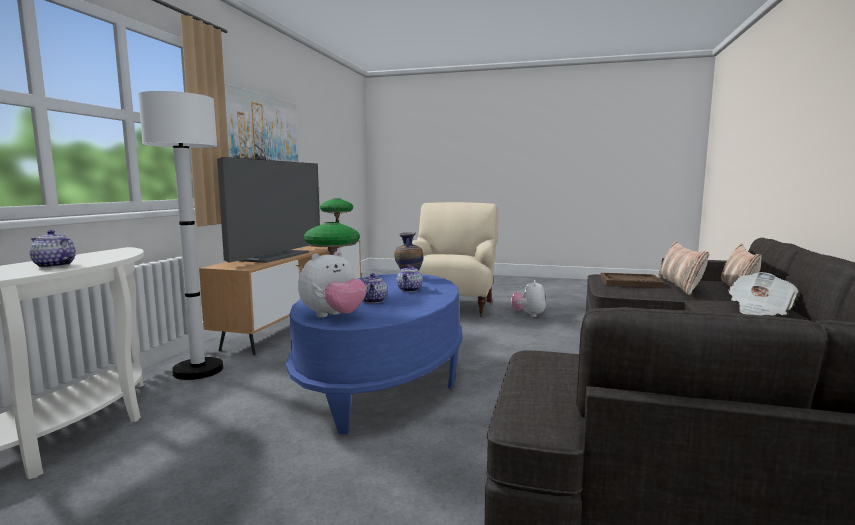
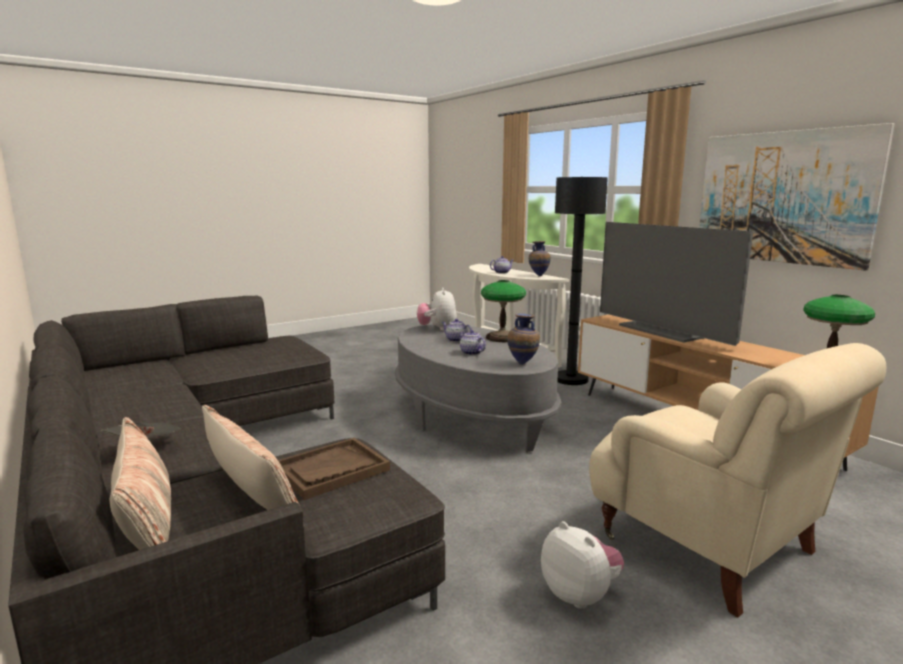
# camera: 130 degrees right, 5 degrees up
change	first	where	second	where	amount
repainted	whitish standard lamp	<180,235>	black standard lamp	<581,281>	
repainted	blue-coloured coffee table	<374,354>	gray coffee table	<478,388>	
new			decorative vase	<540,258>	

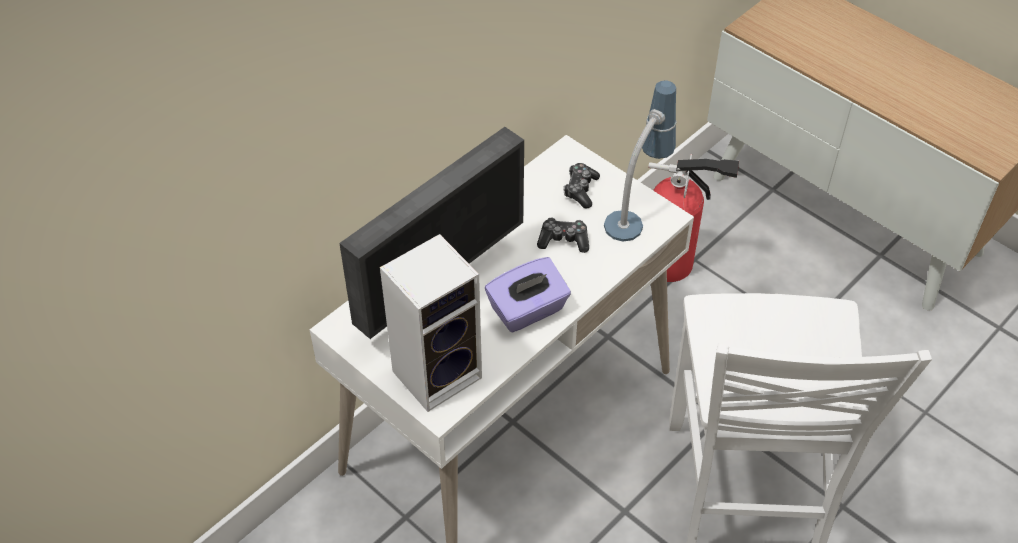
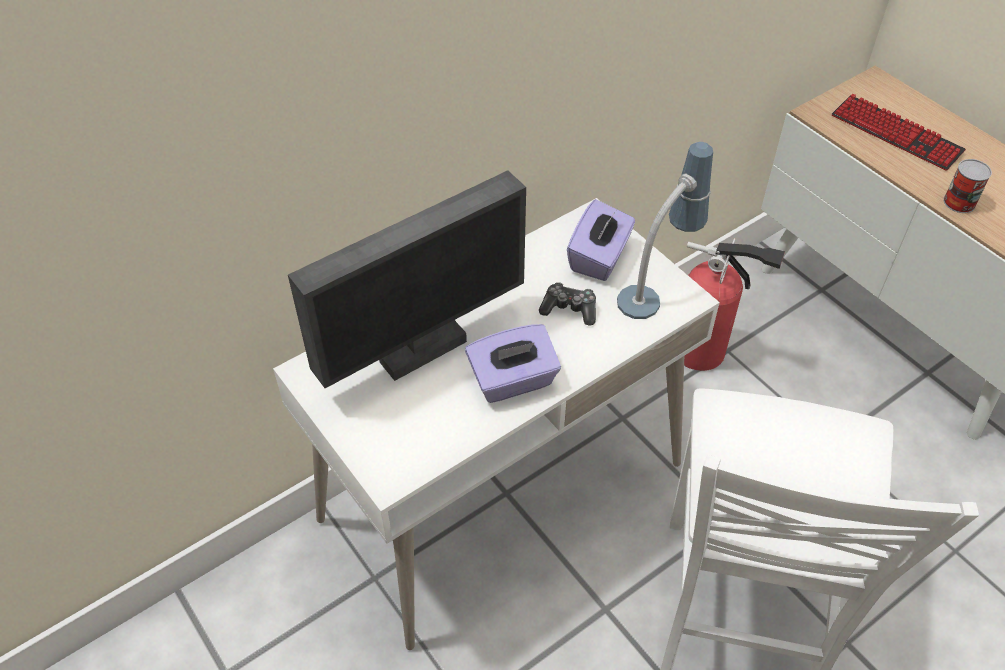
# camera: 10 degrees right, 0 degrees up
change	first	where	second	where	amount
gone	speaker	<431,323>			
swapped	gamepad	<581,185>	purplish tissue holder	<601,240>	
new			computer keyboard	<899,132>	
new			metal can	<967,186>	

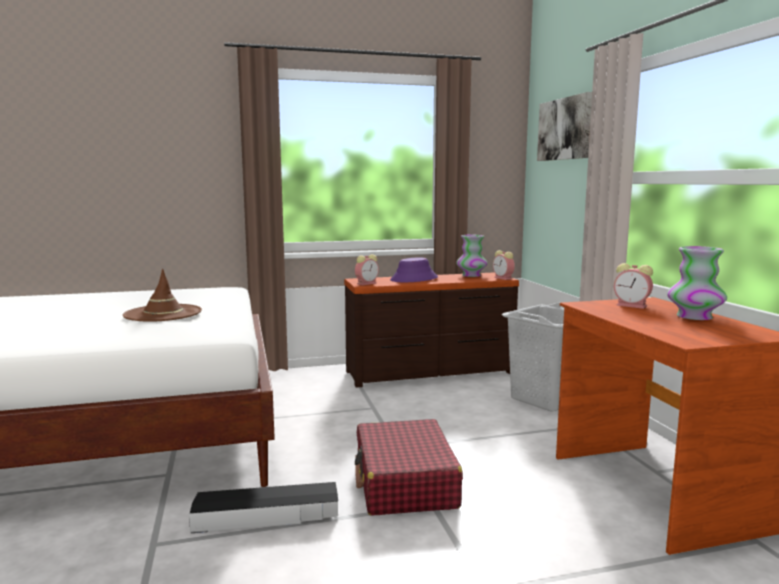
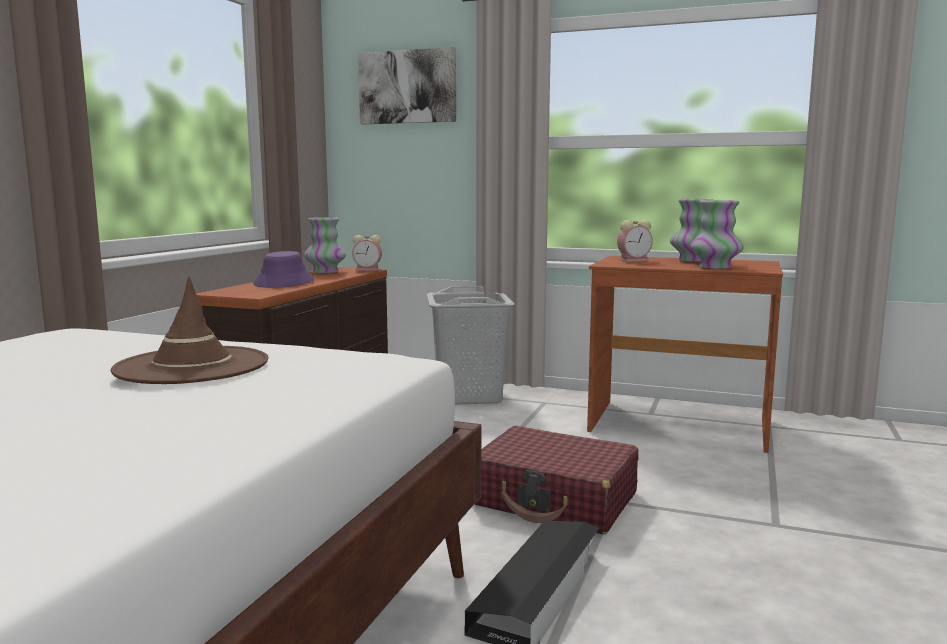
# camera: 55 degrees left, 0 degrees up
change	first	where	second	where	amount
gone	table clock	<367,269>			
new			decorative vase	<717,234>	

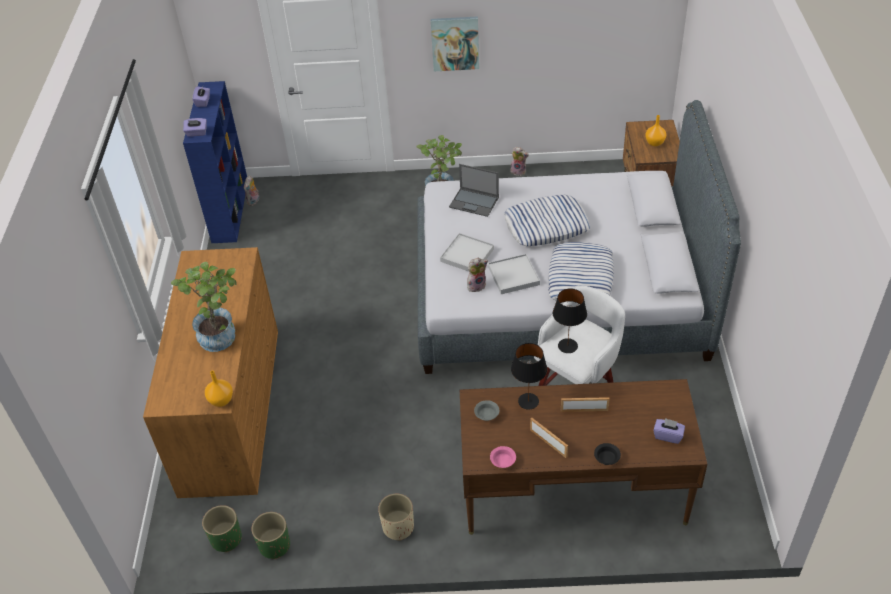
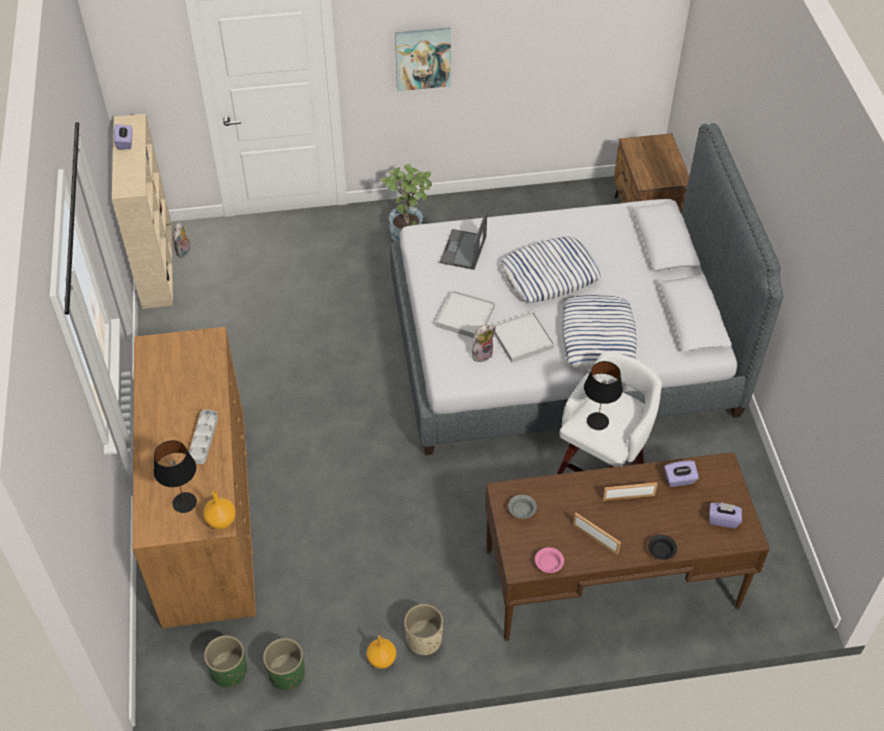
# camera: 10 degrees left, 5 degrees up
change	first	where	second	where	amount
swapped	houseplant	<204,307>	gray serving tray	<203,436>	
repainted	blue-coloured bookcase	<215,162>	sand-coloured bookcase	<142,211>	
shifted	purplish tissue holder	<195,127>		<681,474>	
rotated	portable computer	<474,190>		<463,239>	90 degrees clockwise
gone	cuddly toy	<519,161>			
shifted	black tabletop lamp	<529,376>		<175,476>	
shifted	orange decorative vase	<655,130>		<381,652>	

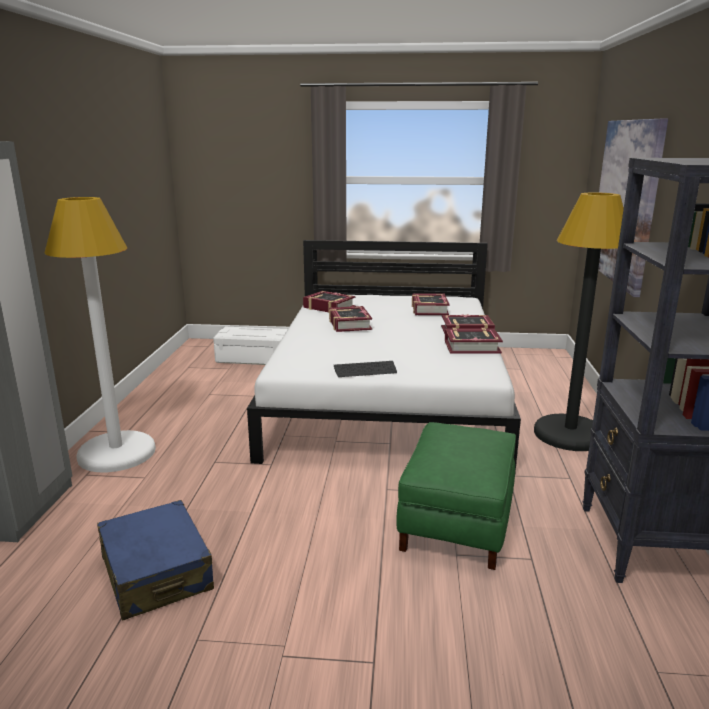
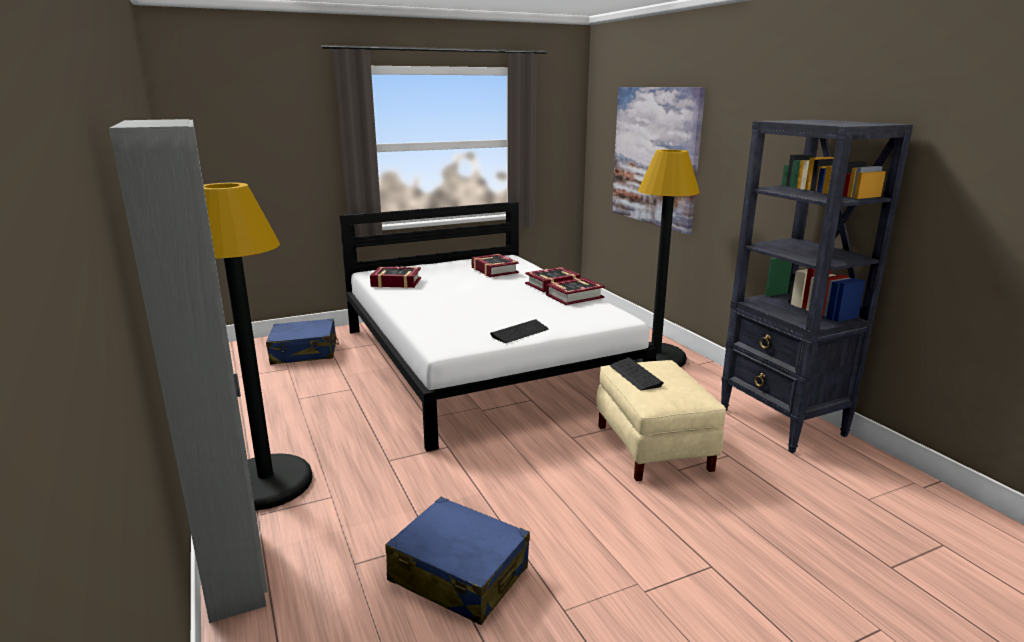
# camera: 30 degrees left, 0 degrees up
change	first	where	second	where	amount
repainted	whitish standard lamp	<100,334>	black standard lamp	<258,346>	
swapped	whitish storage box	<250,346>	blue-coloured travel case	<302,342>	
gone	book	<350,319>			
repainted	greenish ottoman	<456,496>	sand-coloured ottoman	<661,420>	
new			computer keyboard	<637,374>	

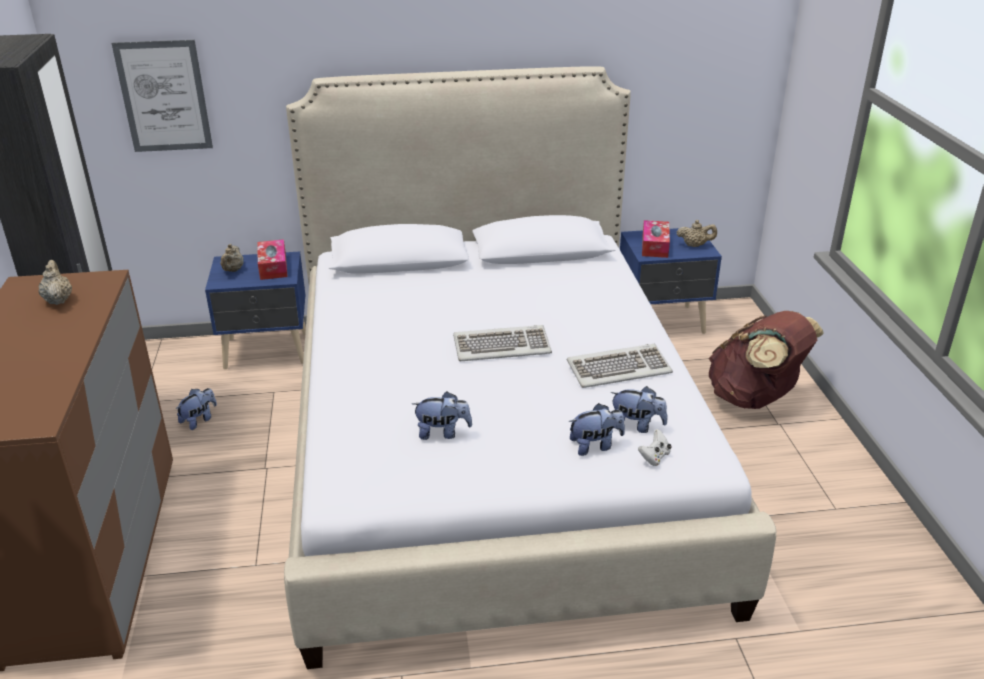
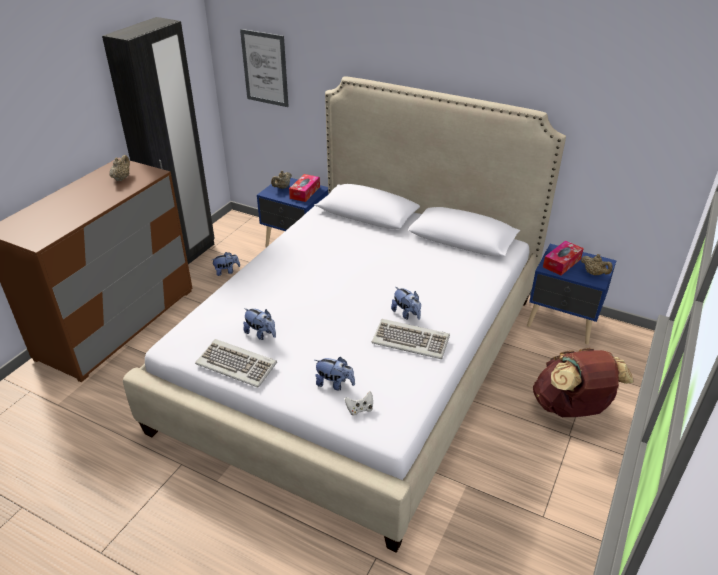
# camera: 35 degrees right, 5 degrees up
change	first	where	second	where	amount
shifted	computer keyboard	<502,343>		<236,363>	
shifted	cuddly toy	<639,409>		<406,303>	

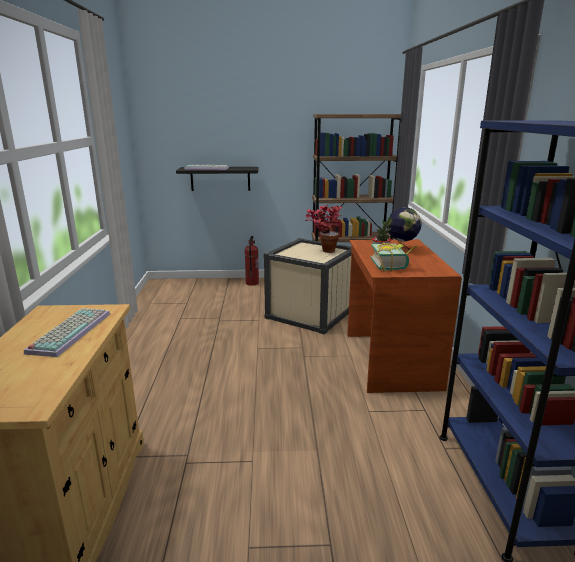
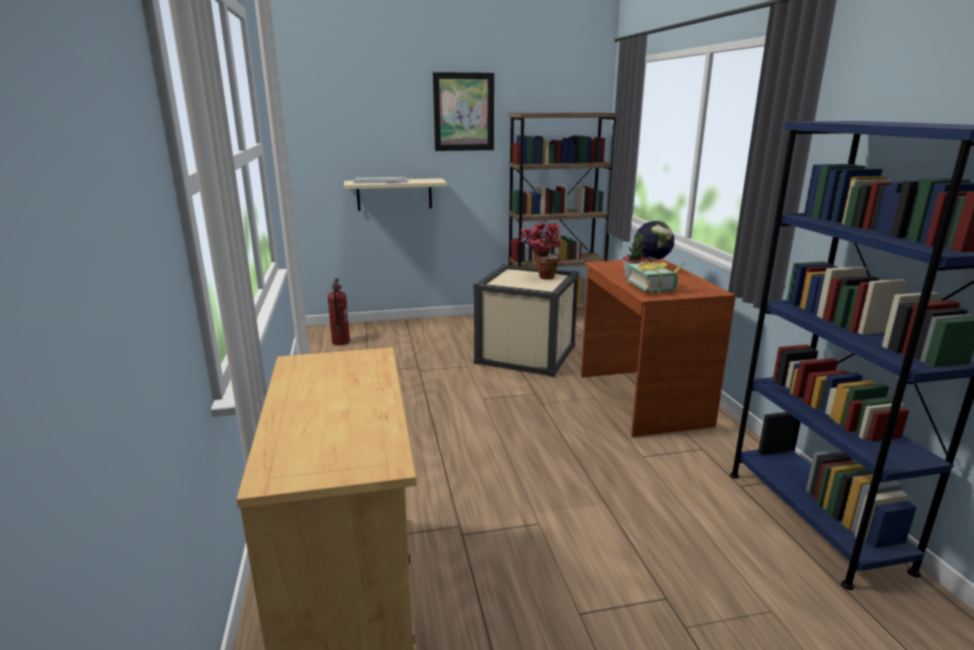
# camera: 10 degrees left, 0 degrees up
change	first	where	second	where	amount
gone	computer keyboard	<67,332>			
repainted	black wall shelf	<217,179>	sand-coloured wall shelf	<395,194>	
shifted	extinguisher	<252,261>		<339,311>	
new			wall art	<463,111>	

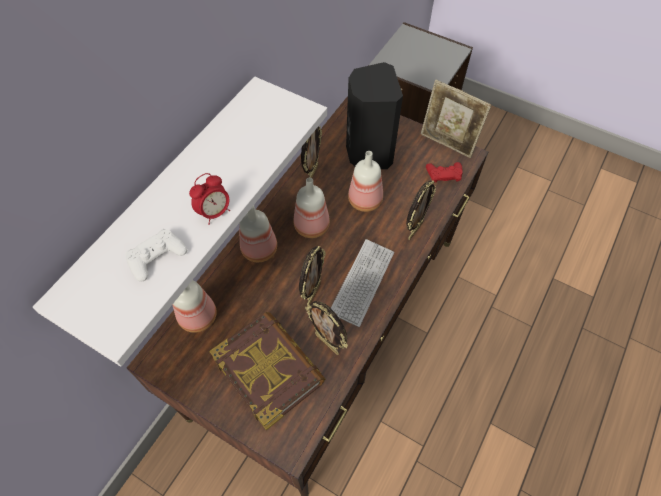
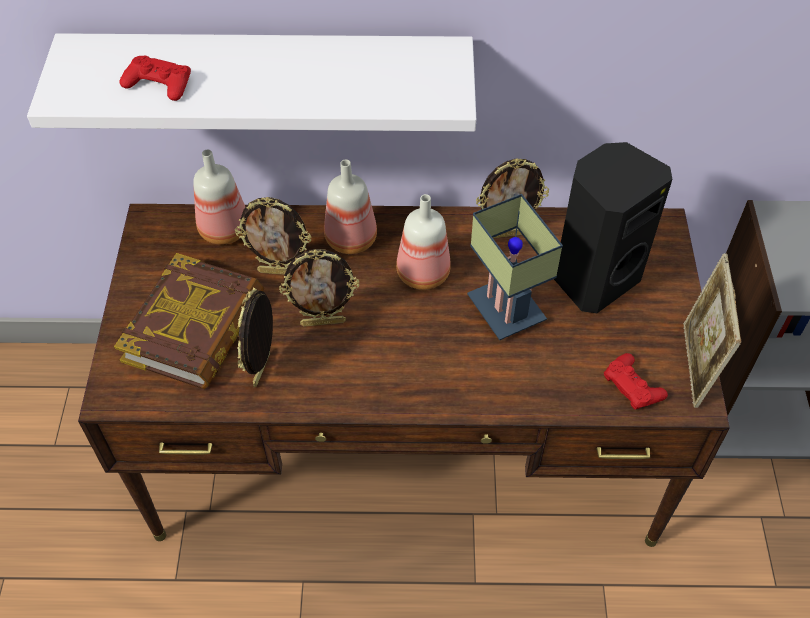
# camera: 60 degrees right, 5 degrees down
change	first	where	second	where	amount
repainted	whitish gamepad	<156,255>	red gamepad	<155,78>	
gone	table clock	<209,199>			
gone	computer keyboard	<362,283>			
swapped	drink bottle	<365,181>	tabletop lamp	<515,267>	
shifted	photo frame	<421,210>		<273,236>	

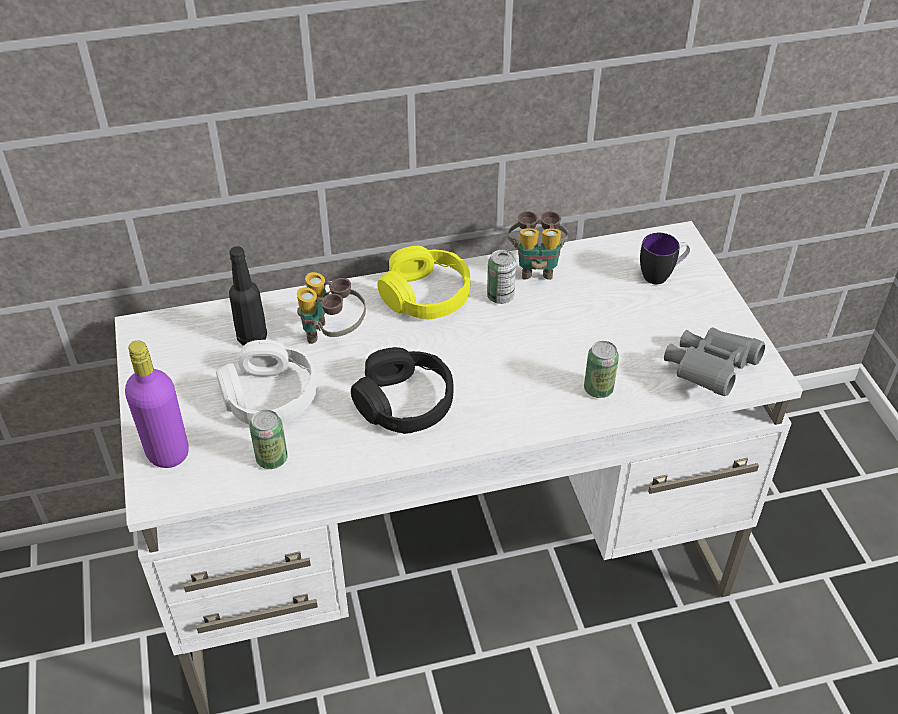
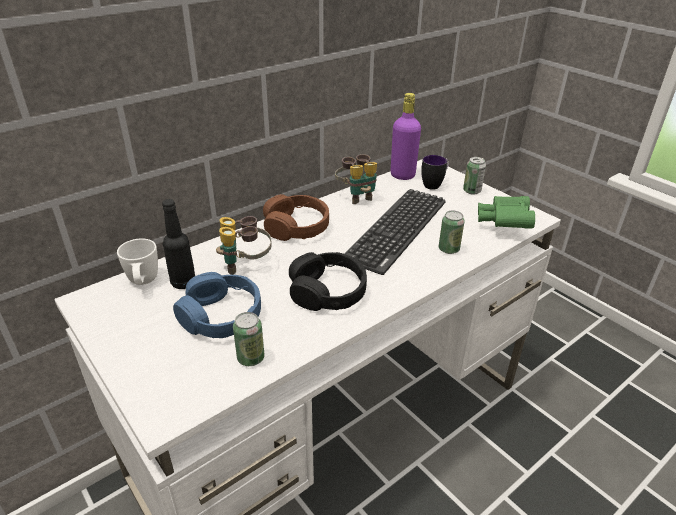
# camera: 25 degrees left, 10 degrees down
change	first	where	second	where	amount
shifted	purplish drink bottle	<157,404>		<406,136>	
repainted	whitish headphones	<266,382>	blue-coloured headphones	<217,305>	
repainted	yellow headphones	<423,282>	brown headphones	<296,217>	
shifted	metal can	<501,277>		<474,176>	
repainted	gray field glasses	<714,362>	greenish field glasses	<506,212>	
new			whitish coffee mug	<137,261>	
new			computer keyboard	<395,232>	

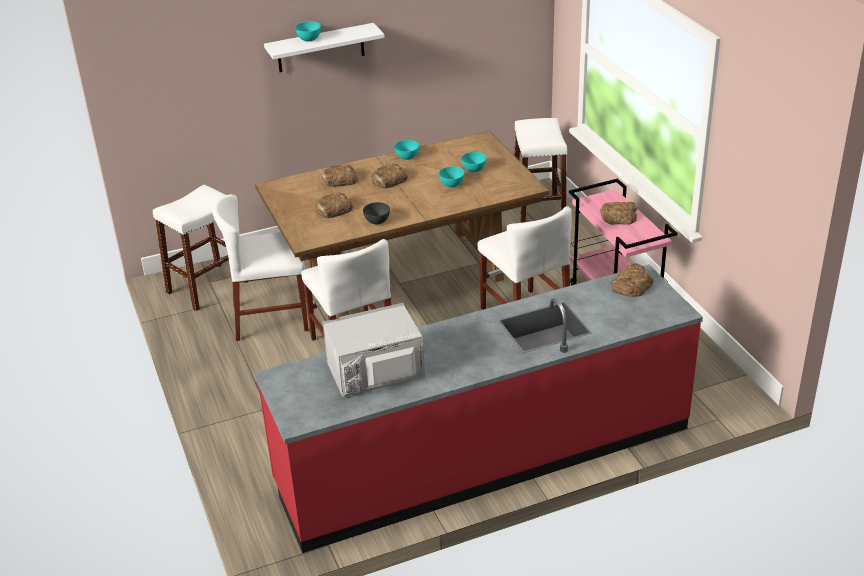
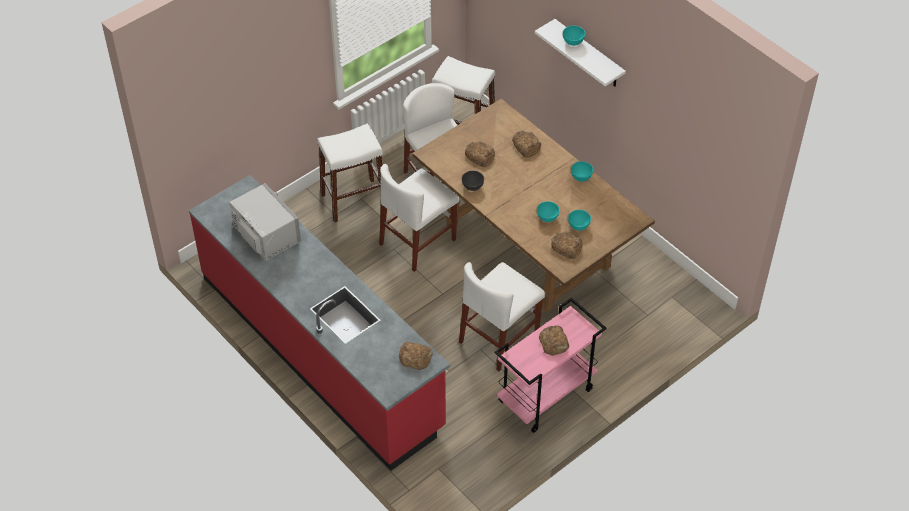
# camera: 70 degrees right, 15 degrees up
change	first	where	second	where	amount
shifted	baked bread	<389,176>		<567,245>	
shifted	whitish stool	<541,170>		<350,173>	

